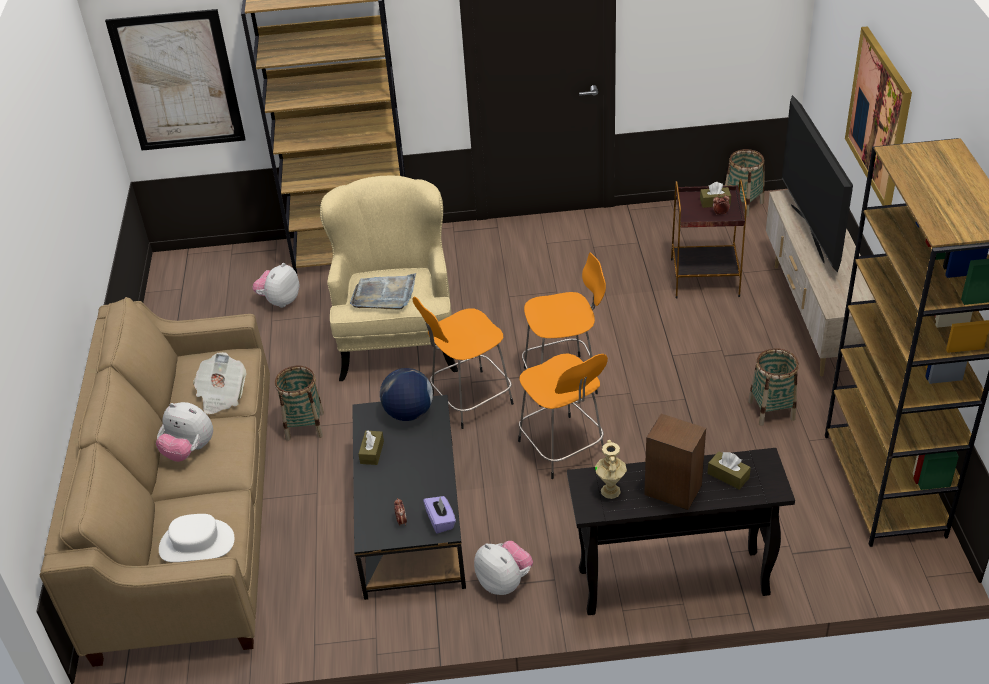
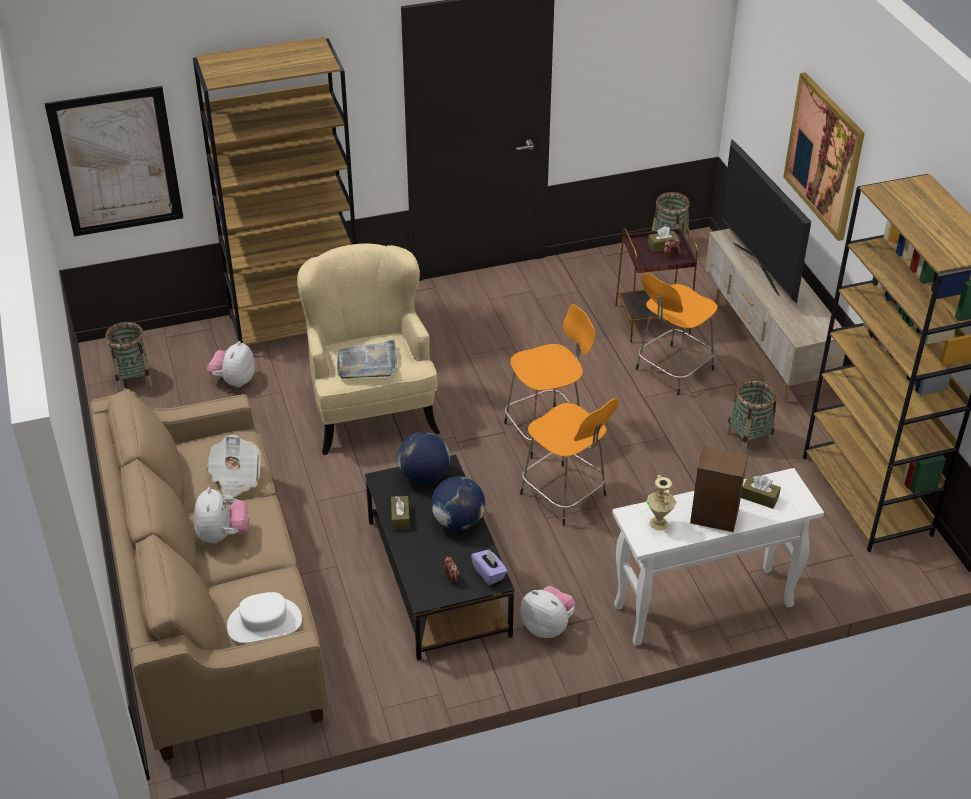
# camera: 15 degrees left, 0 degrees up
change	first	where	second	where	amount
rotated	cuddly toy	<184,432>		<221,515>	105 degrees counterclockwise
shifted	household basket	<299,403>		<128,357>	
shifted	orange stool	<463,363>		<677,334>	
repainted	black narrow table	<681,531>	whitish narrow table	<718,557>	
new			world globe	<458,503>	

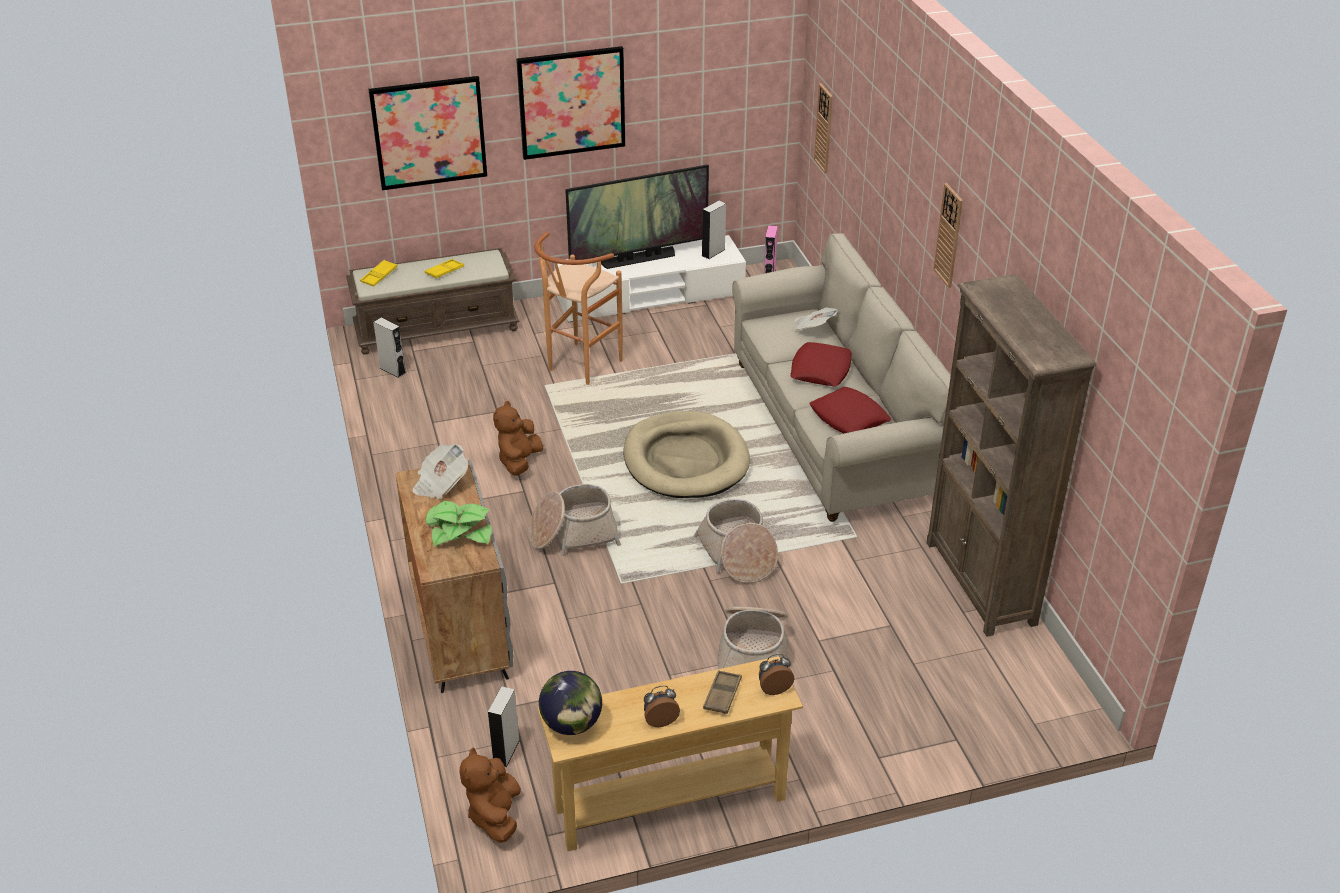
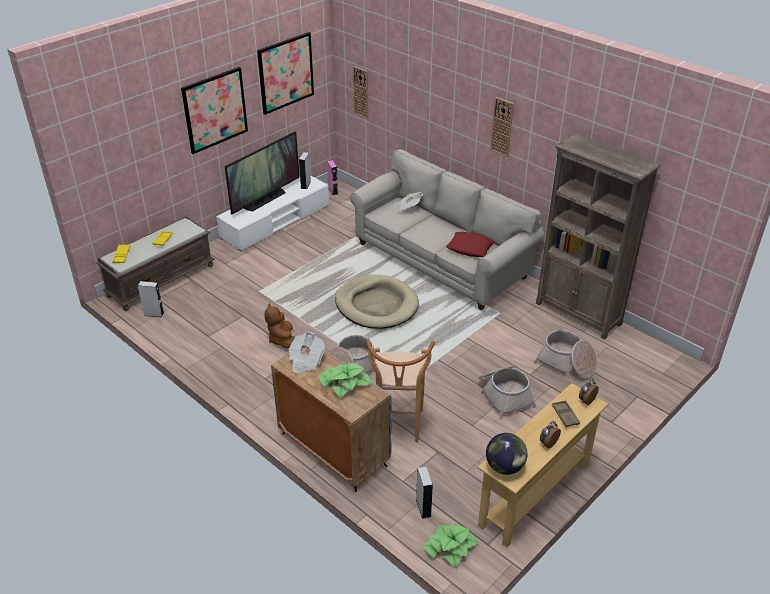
# camera: 30 degrees left, 0 degrees up
change	first	where	second	where	amount
shifted	wall art	<427,133>		<285,73>	
swapped	brown cuddly toy	<490,795>	houseplant	<450,545>	
shifted	brown stool	<578,308>		<400,391>	
shifted	household basket	<736,541>		<565,354>	
gone	red cushion	<821,364>			

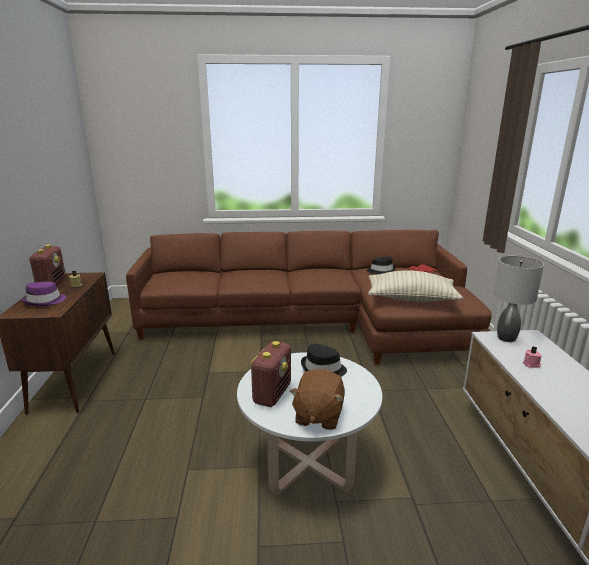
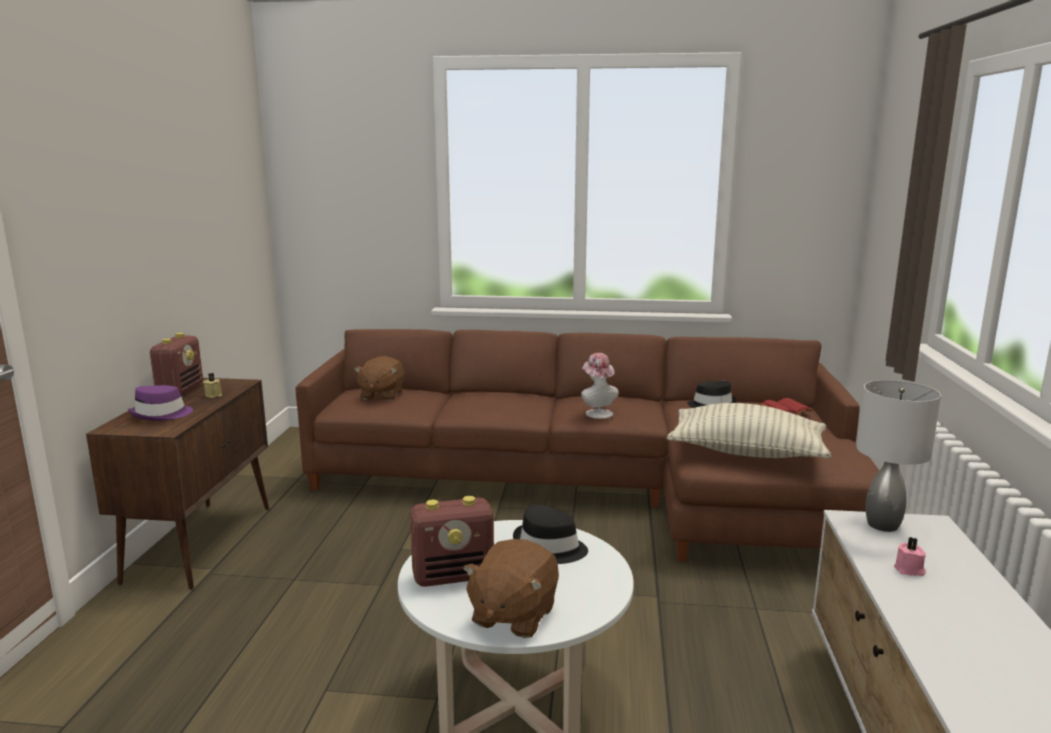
# camera: 10 degrees right, 5 degrees down
change	first	where	second	where	amount
rotated	radio	<270,374>		<452,541>	45 degrees clockwise
new			brown cuddly toy	<379,378>	
new			hat	<600,386>	

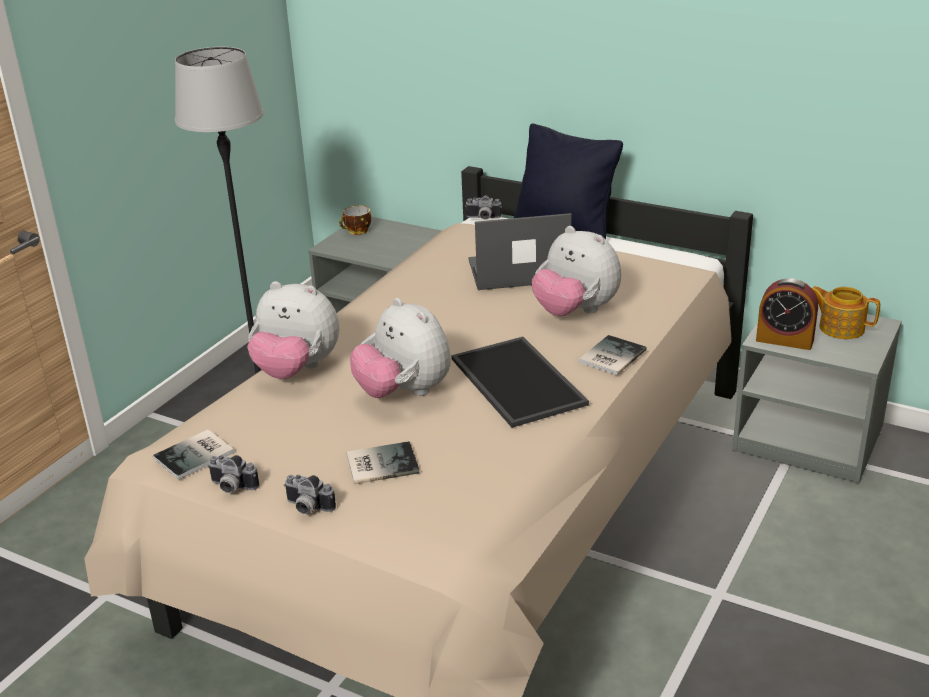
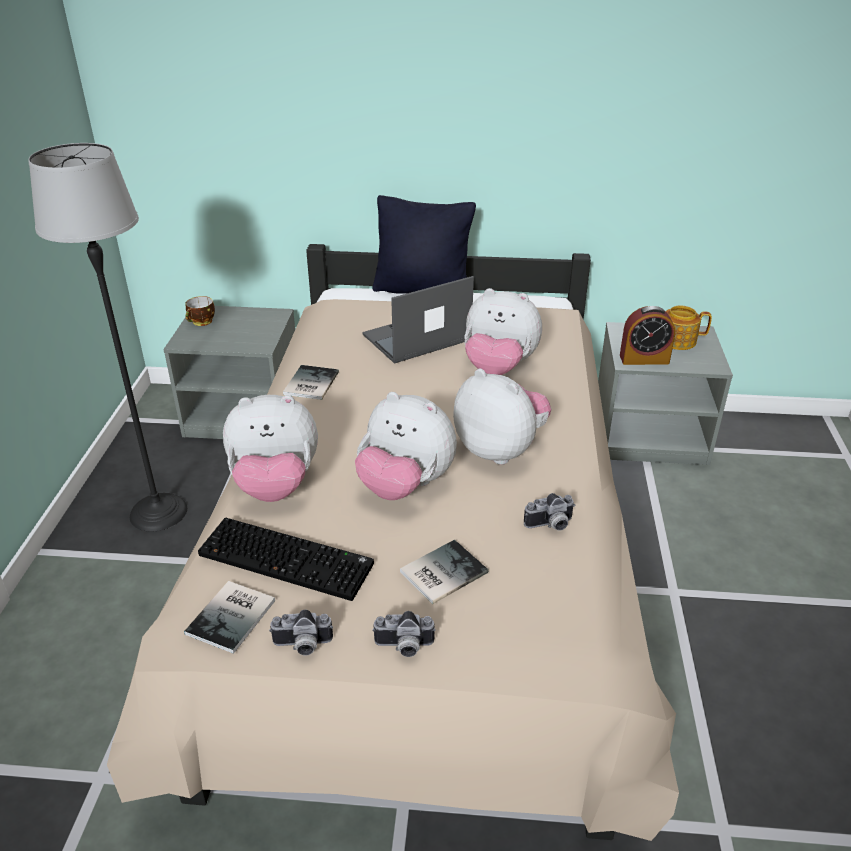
# camera: 25 degrees left, 5 degrees up
change	first	where	second	where	amount
swapped	serving tray	<520,382>	cuddly toy	<502,417>	
shifted	still camera	<483,207>		<549,512>	
shifted	book	<613,355>		<311,382>	
new			computer keyboard	<286,559>	

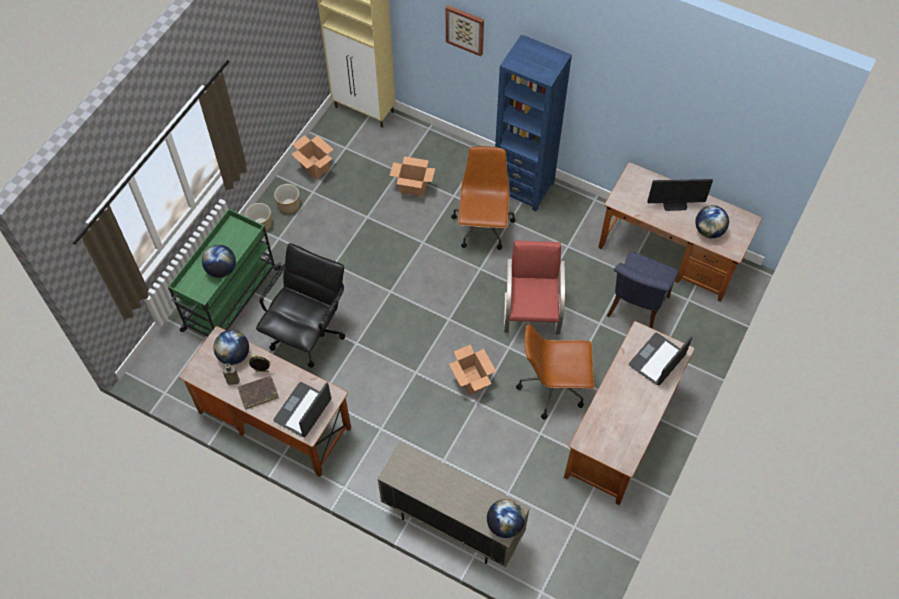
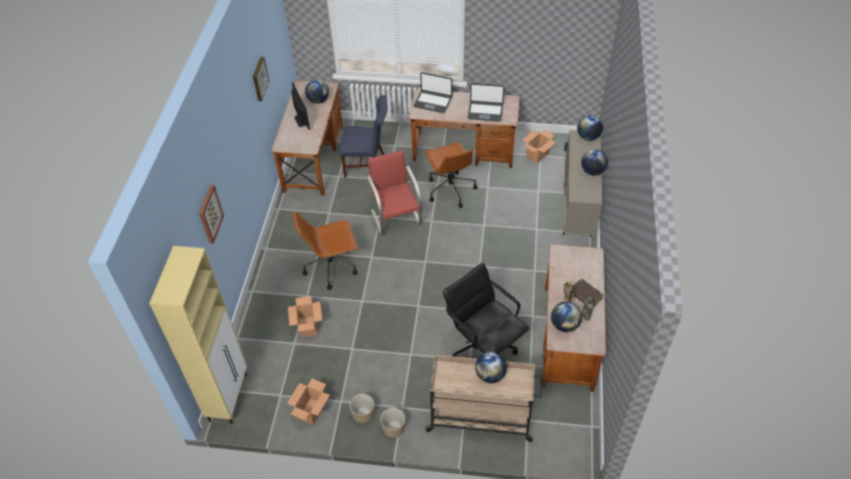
# camera: 110 degrees left, 10 degrees down
change	first	where	second	where	amount
repainted	greenish wheeled cart	<225,273>	sand-coloured wheeled cart	<483,398>	
rotated	black office chair	<300,305>		<486,310>	45 degrees clockwise
shifted	portable computer	<302,409>		<486,102>	
shifted	packing box	<472,370>		<539,147>	
gone	blue-coloured bookcase	<533,123>			
rotated	red plain chair	<534,287>		<394,192>	90 degrees clockwise
new			wall art	<261,79>	
new			world globe	<594,162>	

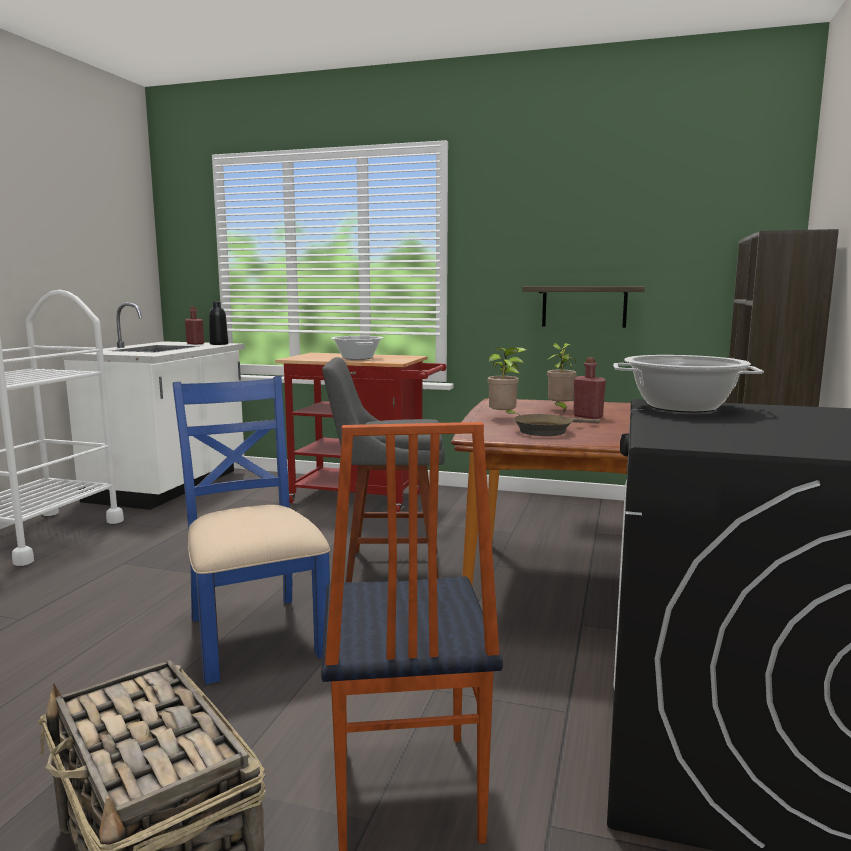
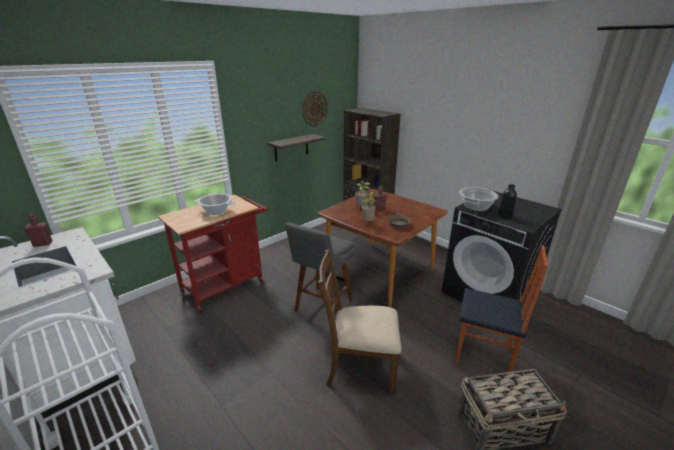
# camera: 60 degrees left, 15 degrees up
change	first	where	second	where	amount
repainted	blue-coloured plain chair	<251,530>	brown plain chair	<359,321>	
shifted	black drink bottle	<218,323>		<507,201>	
new			hanging clock	<315,108>	

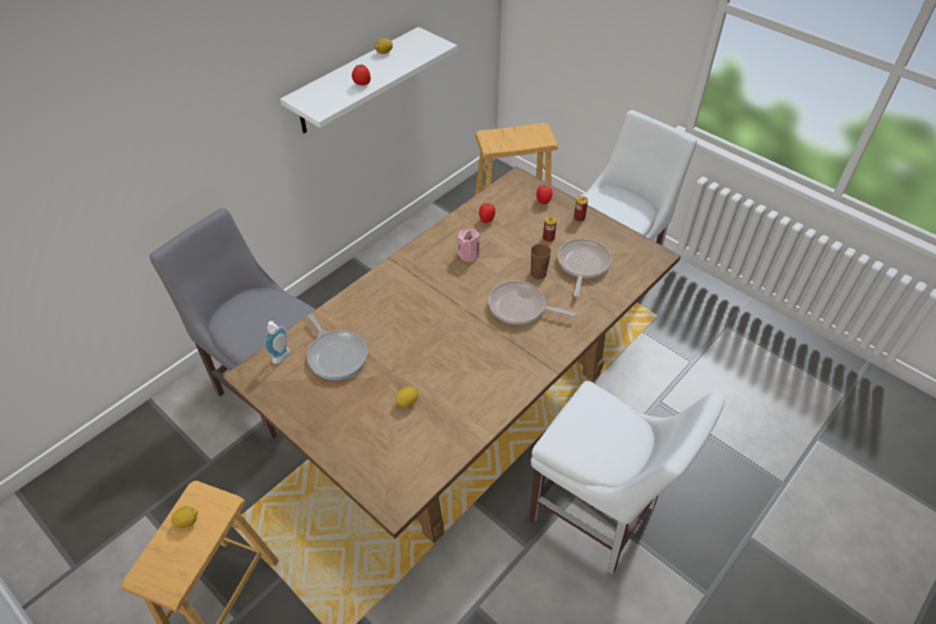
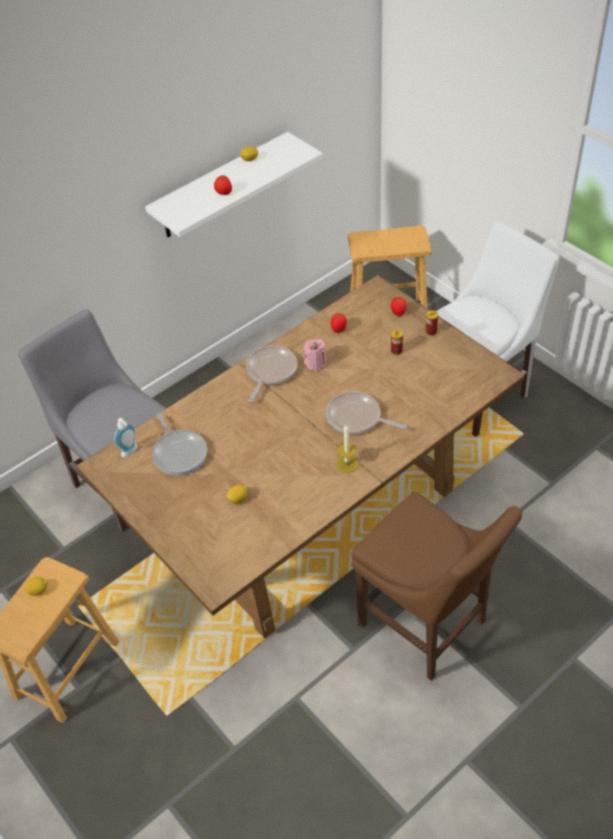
# camera: 10 degrees right, 0 degrees up
change	first	where	second	where	amount
repainted	whitish plain chair	<627,478>	brown plain chair	<436,586>	
gone	brown small cup	<541,261>			
shifted	frying pan	<585,267>		<272,373>	
new			wax light	<347,449>	

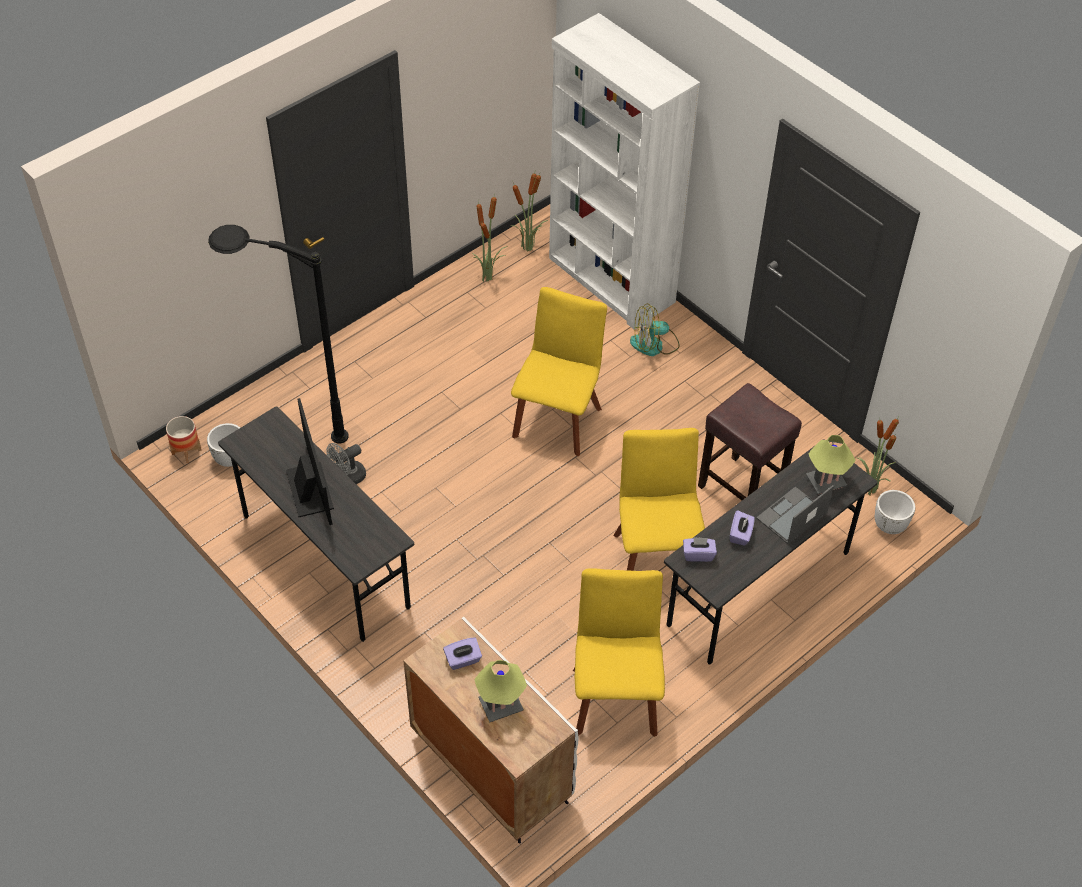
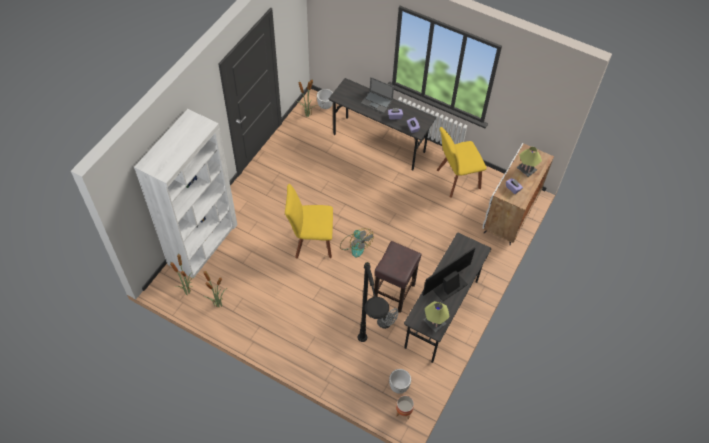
# camera: 110 degrees left, 5 degrees up
change	first	where	second	where	amount
gone	yellow plain chair	<659,499>			
shifted	electric fan	<655,330>		<357,243>	
shifted	brown stool	<750,441>		<397,277>	
shifted	tabletop lamp	<831,464>		<437,316>	

